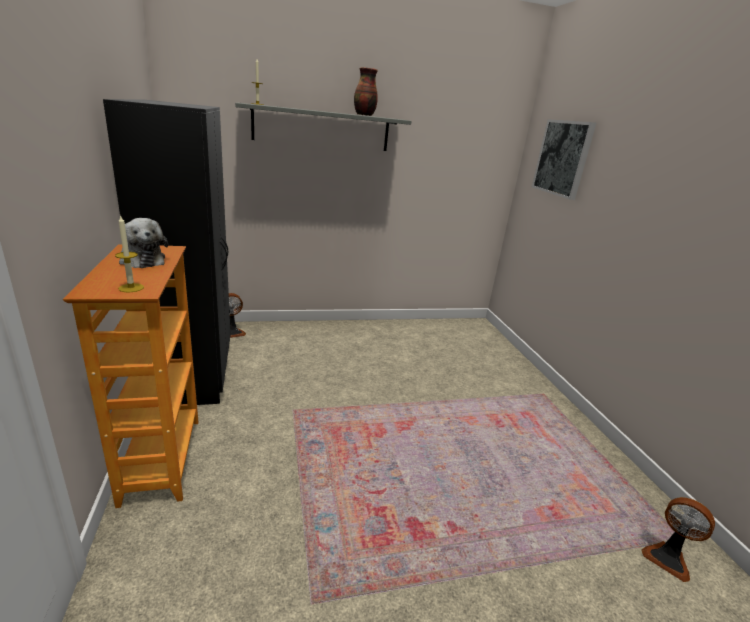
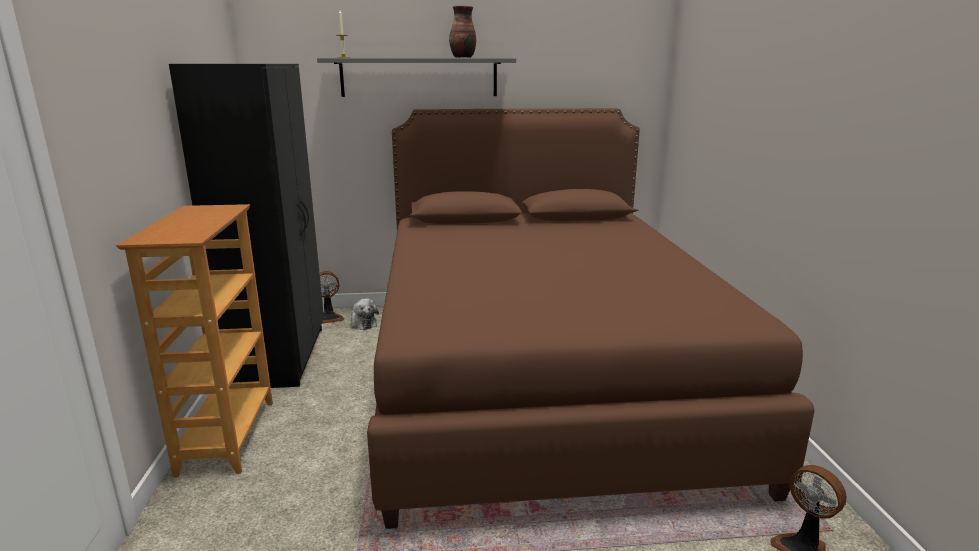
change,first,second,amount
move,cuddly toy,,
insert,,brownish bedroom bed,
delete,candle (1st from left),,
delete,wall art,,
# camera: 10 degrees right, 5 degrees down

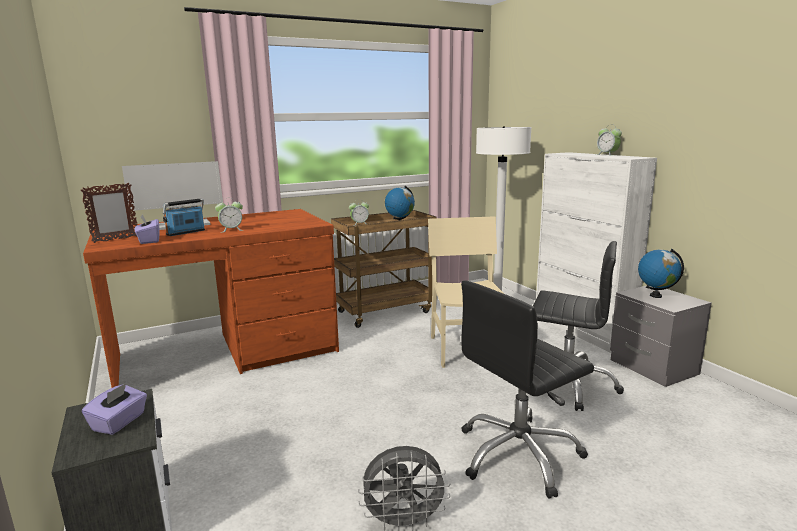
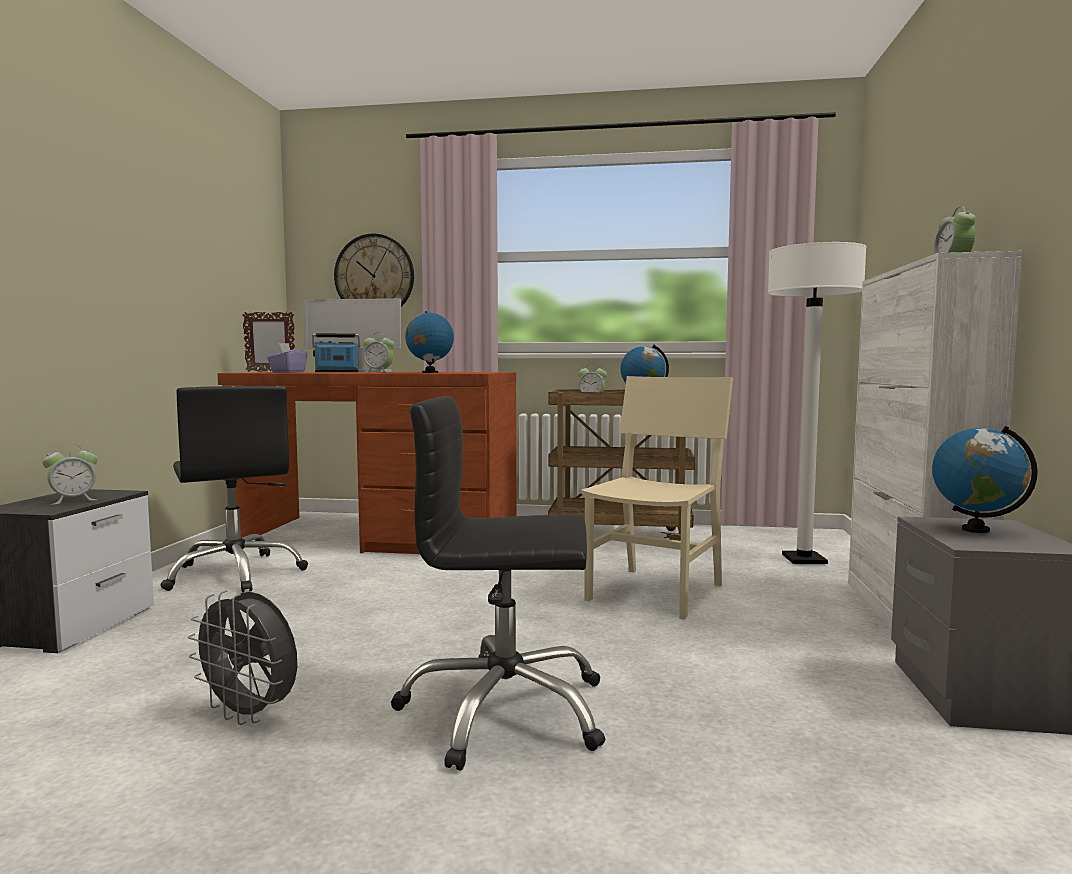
change,first,second,amount
replace,purple box of tissues (1st from left),bedside clock (1st from left),
move,black desk chair (2nd from left in the first image),black desk chair (1st from left),
insert,,wall clock,
insert,,desk globe (1st from left),
# camera: 35 degrees right, 10 degrees down

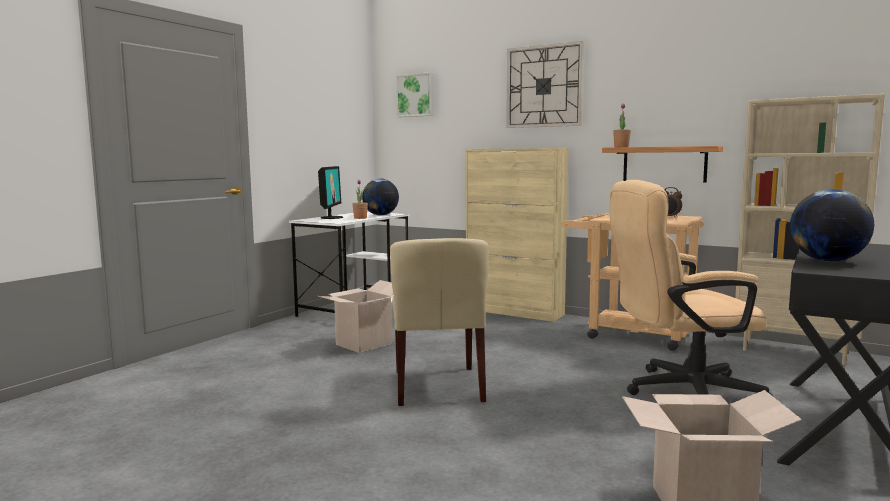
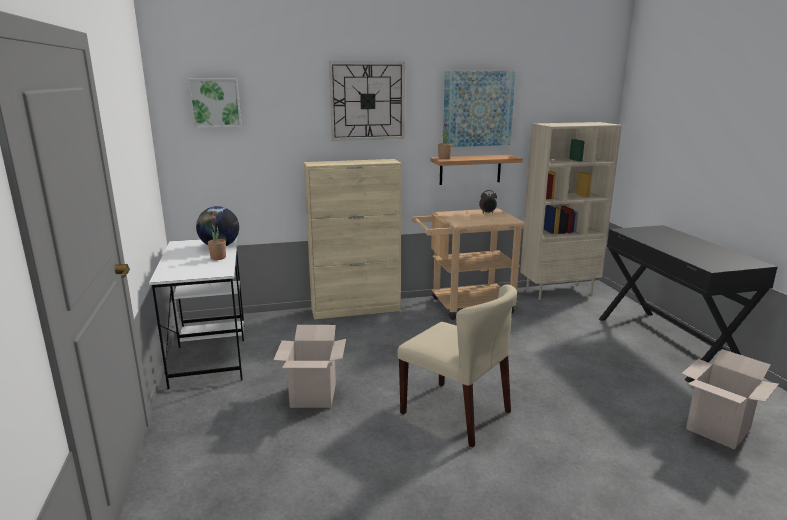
change,first,second,amount
insert,,wall art (2nd from left),
delete,monitor,,
delete,beige-coloured desk chair,,
delete,desk globe (2nd from left),,
# camera: 45 degrees left, 10 degrees up

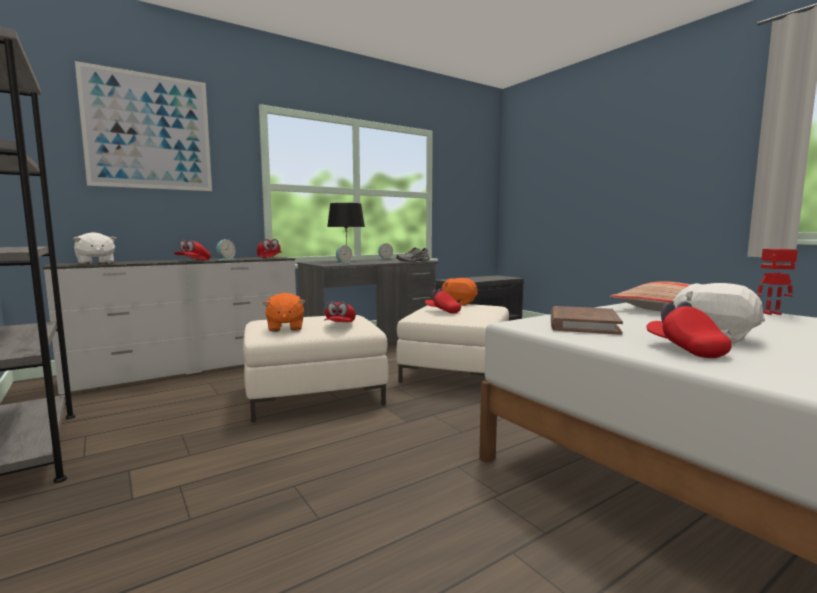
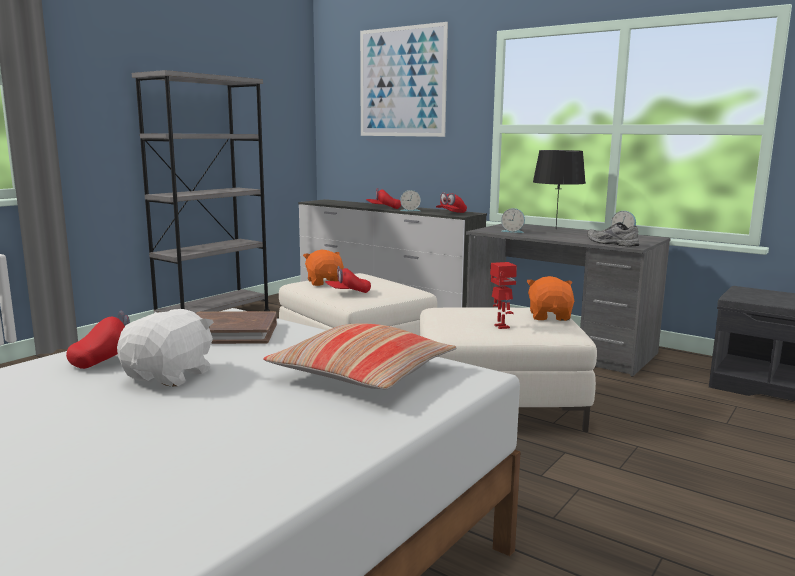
change,first,second,amount
rotate,orangey cuddly toy (1st from left),,105 degrees clockwise
move,robot figure,,
delete,white cuddly toy (1st from left),,
delete,reddish cap (4th from left),,
# camera: 70 degrees right, 5 degrees up

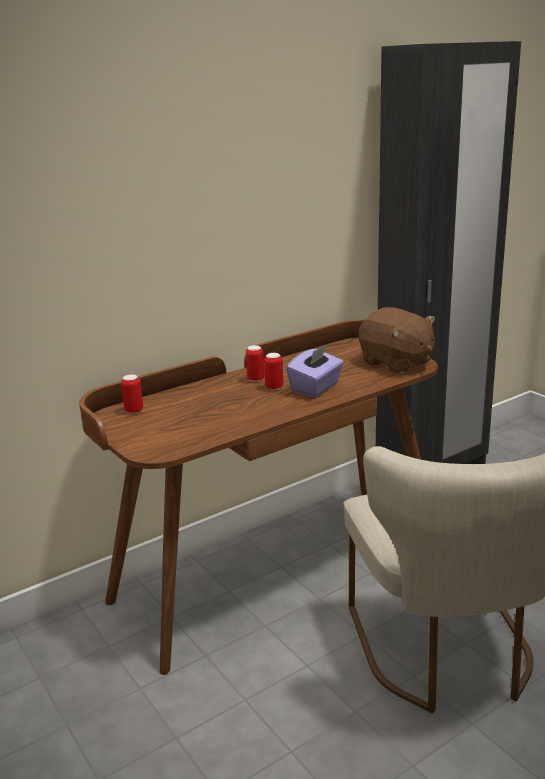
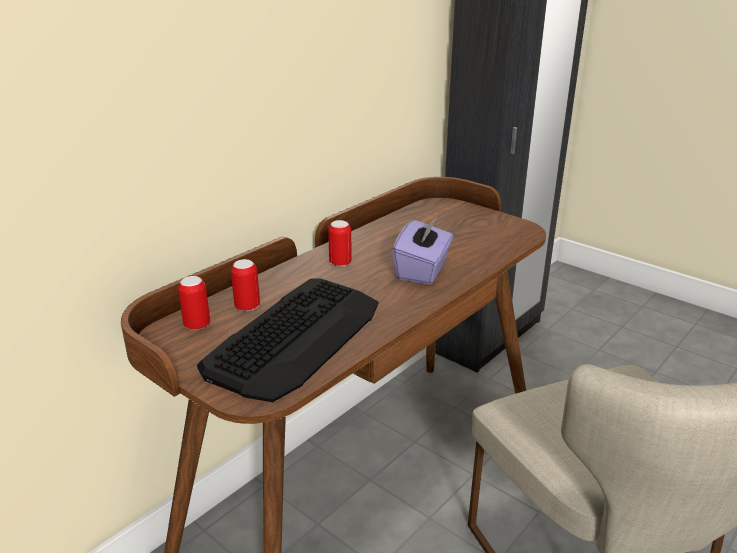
change,first,second,amount
insert,,keyboard,
move,can (3rd from left in the first image),can (2nd from left),
delete,brownish cuddly toy,,
# camera: 15 degrees left, 5 degrees up

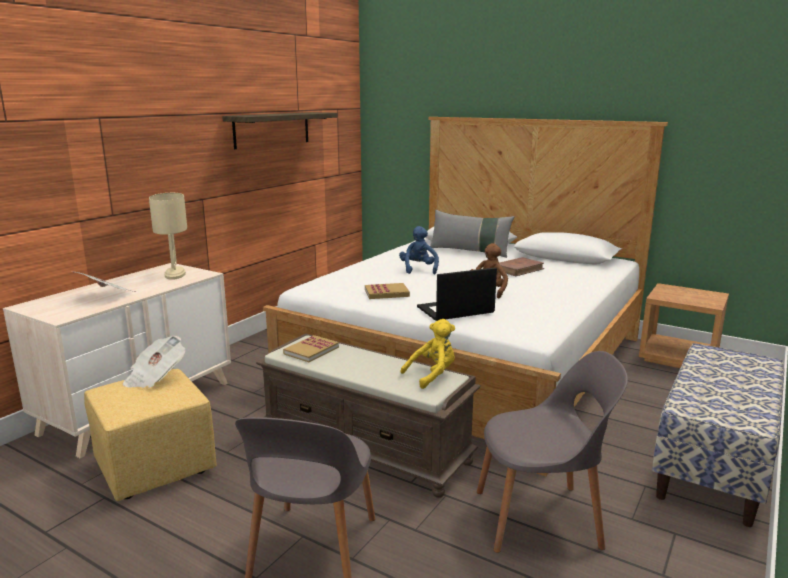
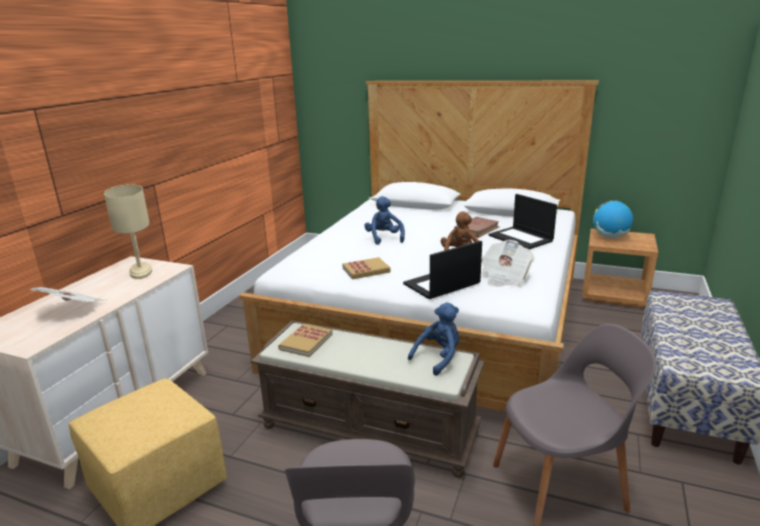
change,first,second,amount
recolor,yellow-coloured cuddly toy,blue-coloured cuddly toy (2nd from left),
move,daily paper (2nd from left),,
insert,,notebook computer (2nd from left),
insert,,desk globe,
delete,bracket shelf,,
delete,greyish throw pillow,,
# camera: 10 degrees left, 5 degrees up

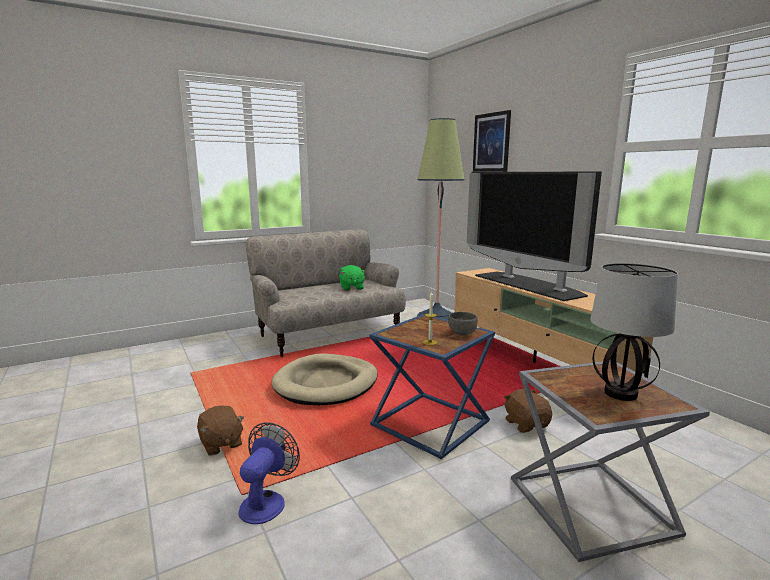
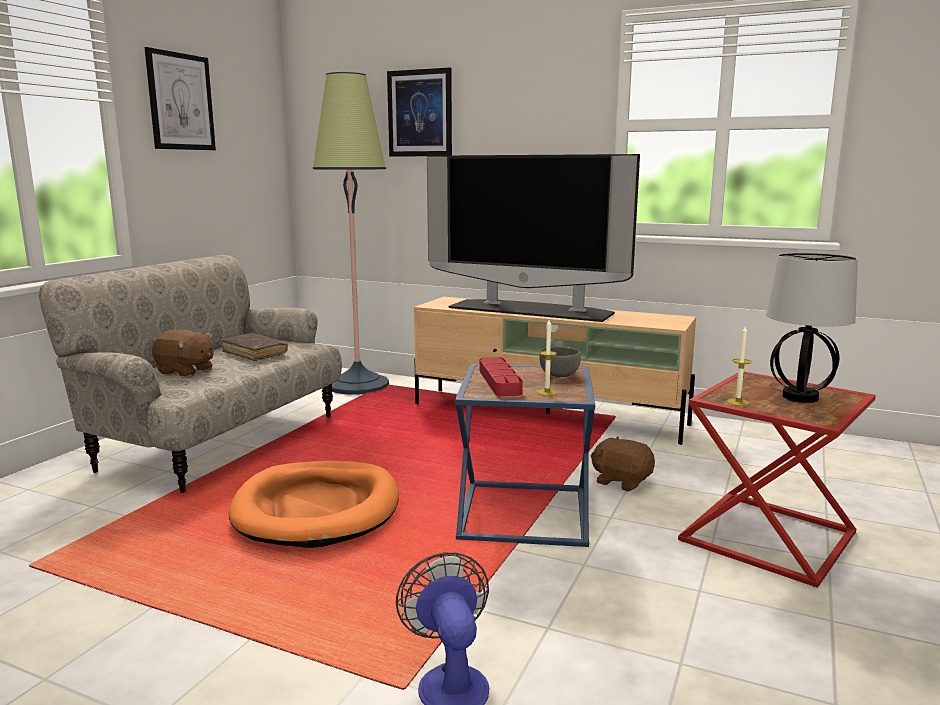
change,first,second,amount
insert,,wall art (1st from left),
move,brownish cuddly toy (1st from left),,
replace,green cuddly toy,brownish book,
recolor,beige-coloured dog cushion,orangey dog cushion,
insert,,reddish serving tray,
recolor,greyish side table,reddish side table,
insert,,candle (2nd from left),
# camera: 35 degrees left, 0 degrees up

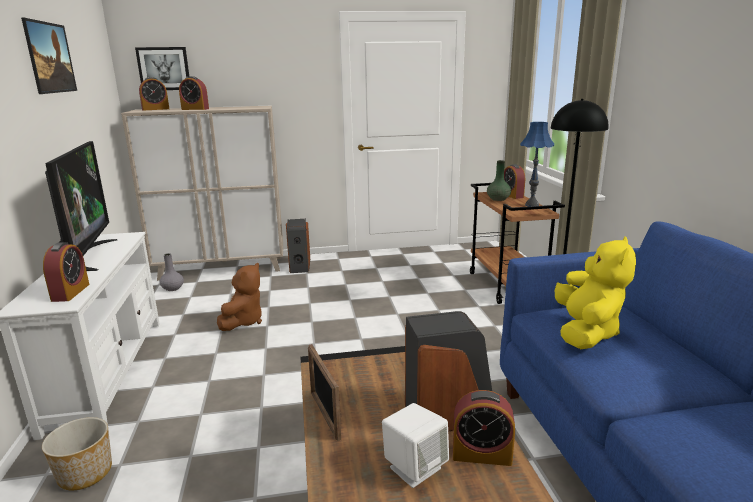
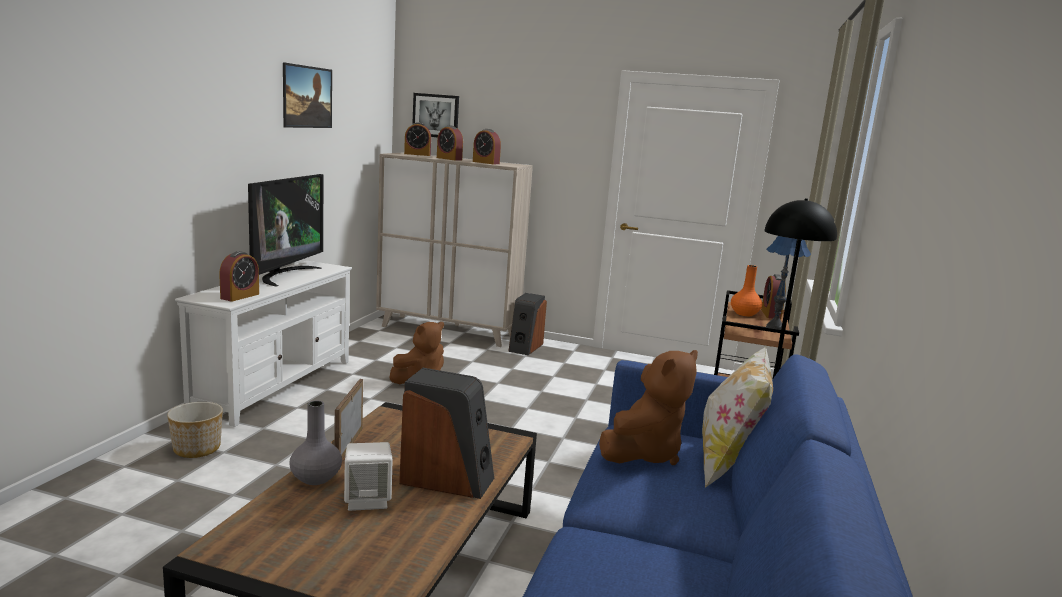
change,first,second,amount
move,greyish decorative vase,,
move,bedside clock (4th from left),,
recolor,yellow-coloured cuddly toy,brownish cuddly toy (2nd from left),
insert,,throw pillow,
recolor,green decorative vase,orangey decorative vase,
# camera: 25 degrees right, 5 degrees down

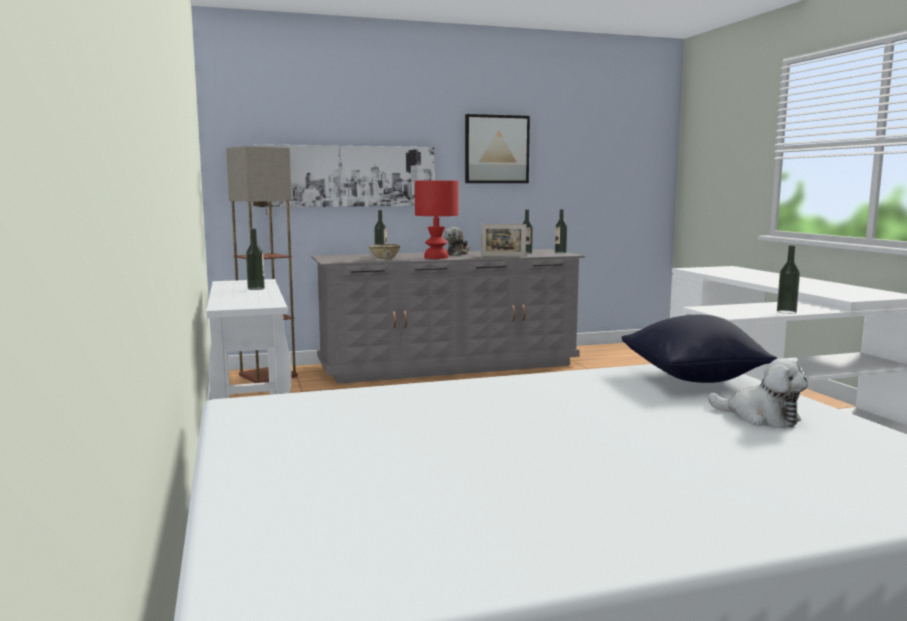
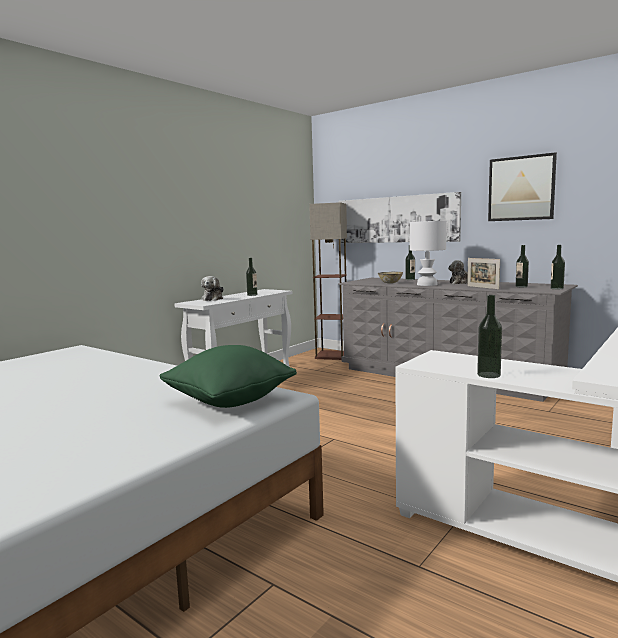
change,first,second,amount
recolor,black throw pillow,green throw pillow,
move,cuddly toy (2nd from left in the first image),cuddly toy (1st from left),
recolor,reddish lamp for a table,white lamp for a table,
# camera: 55 degrees right, 0 degrees up

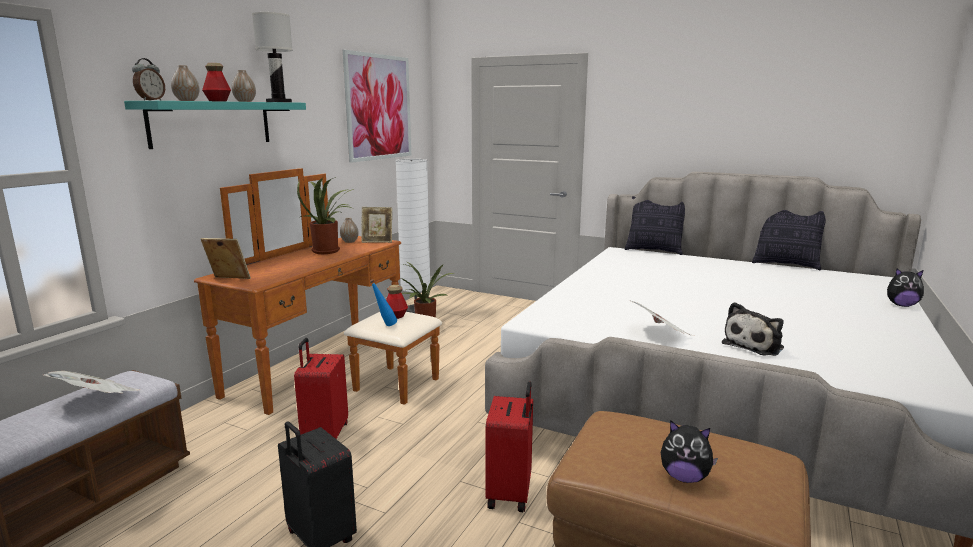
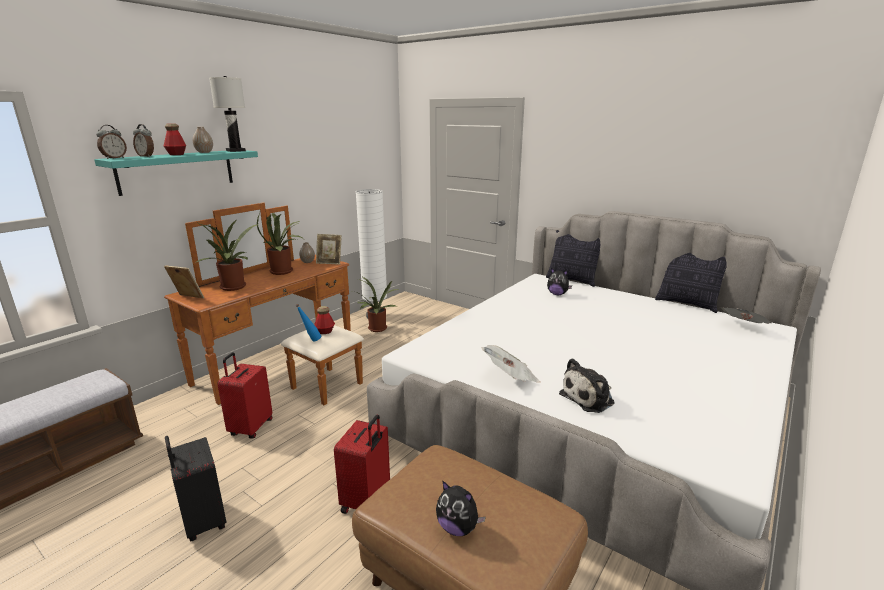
change,first,second,amount
replace,decorative vase (1st from left),bedside clock (2nd from left),
insert,,plant in a pot (1st from left),
move,cuddly toy (3rd from left in the first image),cuddly toy (2nd from left),
move,daily paper (1st from left in the first image),daily paper (2nd from left),
delete,wall art,,
# camera: 10 degrees right, 5 degrees up

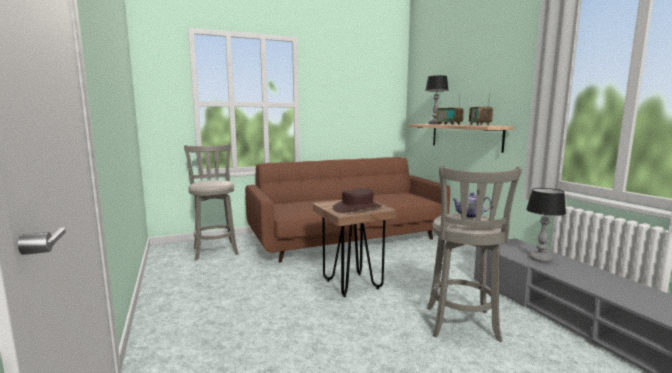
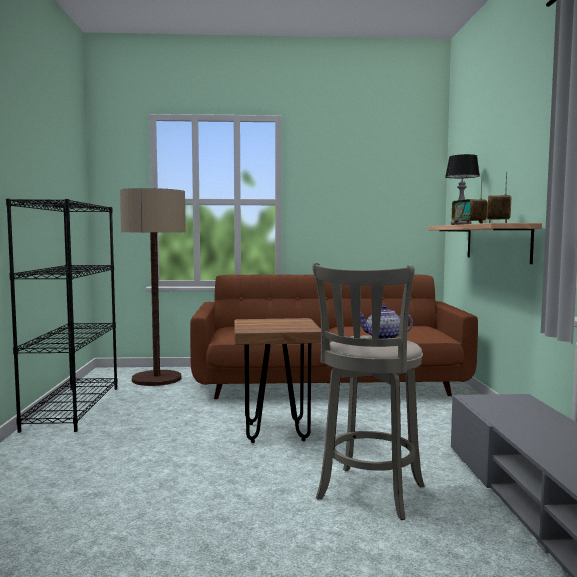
change,first,second,amount
insert,,black bookcase,
replace,greyish stool (1st from left),floor lamp,
delete,brownish clothing hat,,
delete,lamp for a table (2nd from left),,
# camera: 20 degrees right, 5 degrees down

